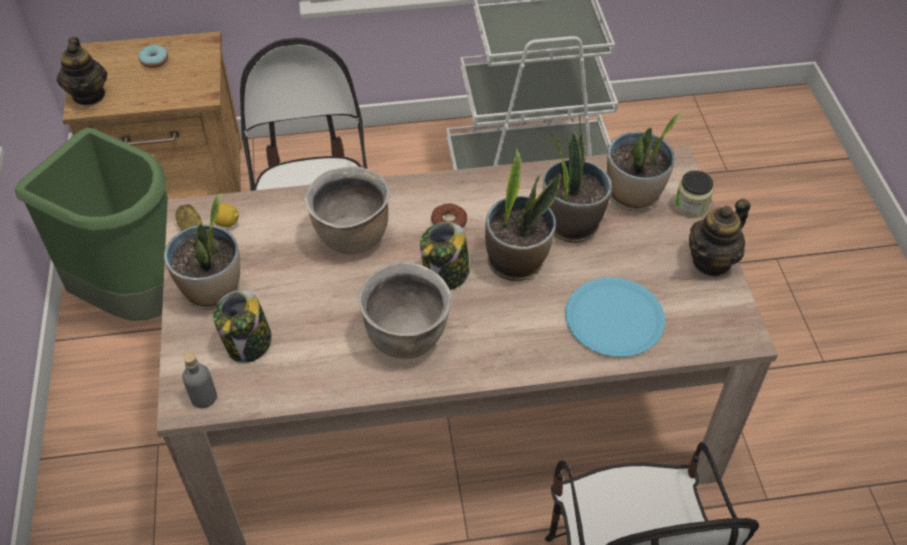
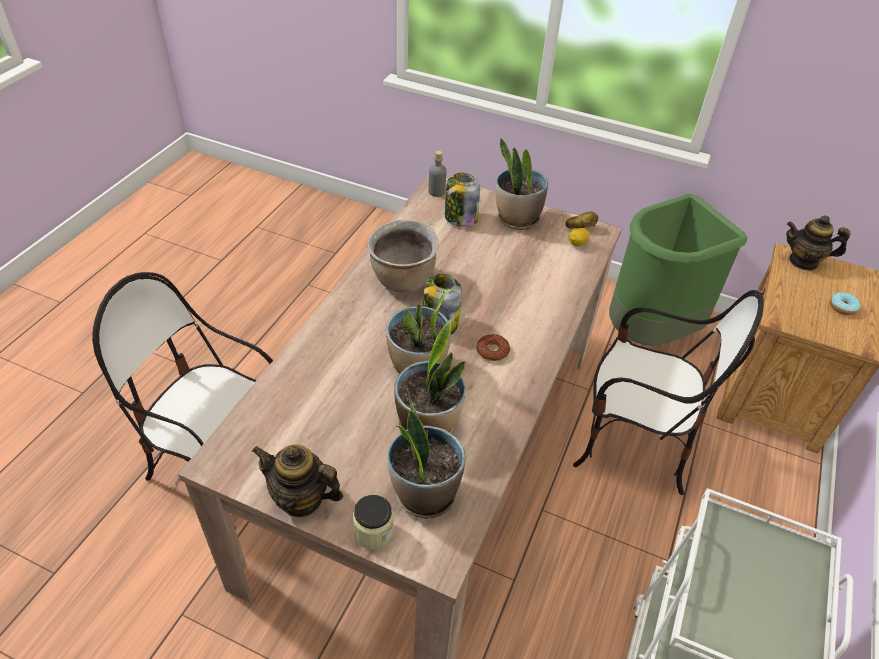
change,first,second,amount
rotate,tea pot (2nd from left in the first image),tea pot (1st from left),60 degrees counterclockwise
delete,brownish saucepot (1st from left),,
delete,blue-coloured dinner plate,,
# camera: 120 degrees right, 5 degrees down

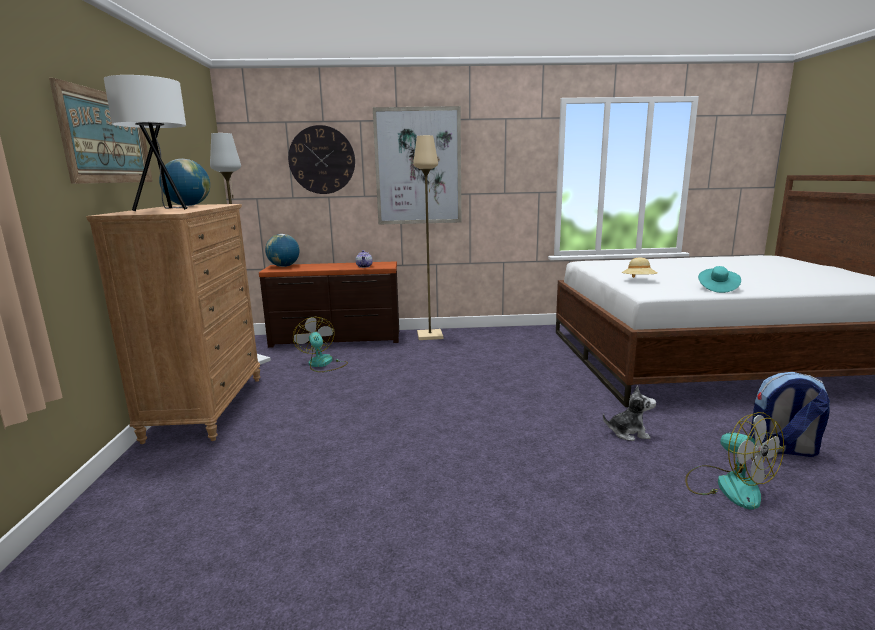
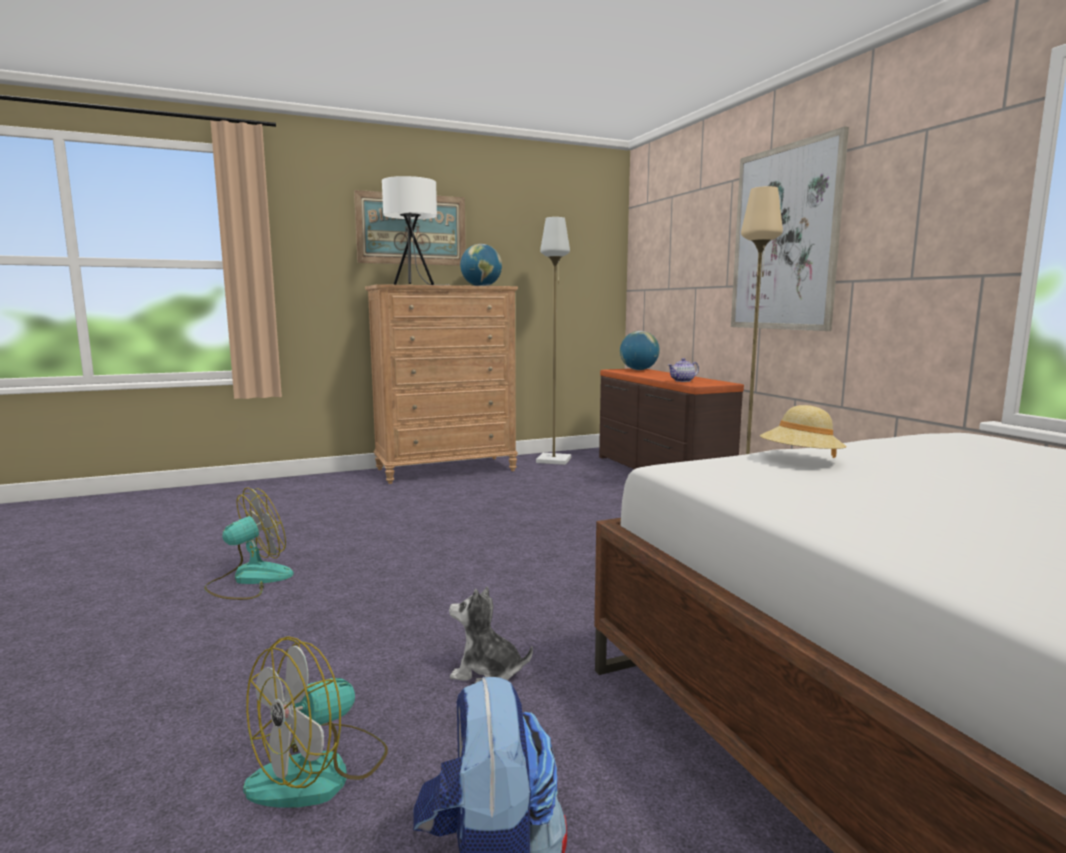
change,first,second,amount
move,cooling fan (1st from left),,
rotate,cuddly toy,,120 degrees clockwise
delete,wall clock,,
delete,blue-green clothing hat,,
# camera: 70 degrees right, 5 degrees down

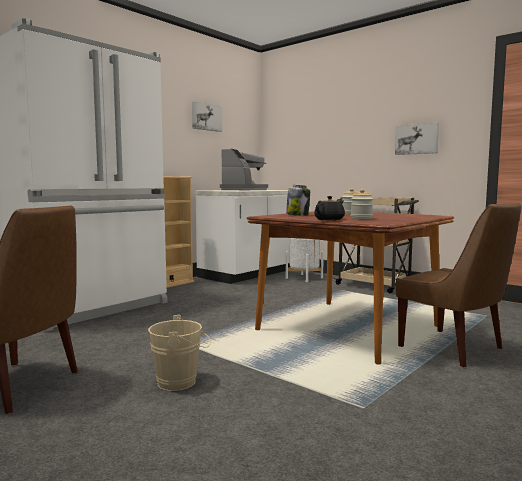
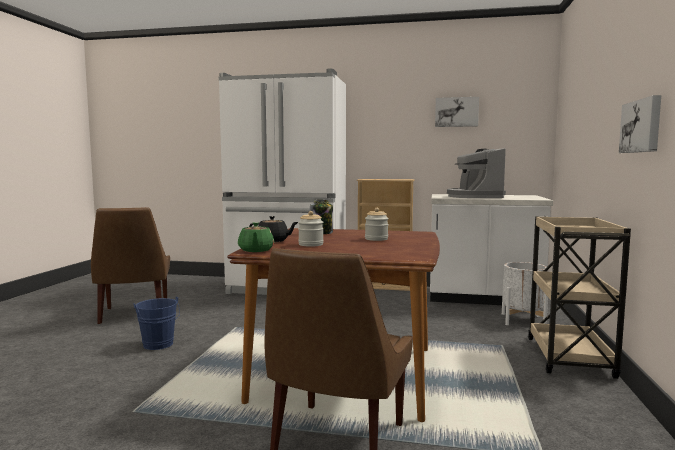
change,first,second,amount
recolor,beige-coloured pail,blue-coloured pail,
insert,,green tea pot,
rotate,coffee brewer,,105 degrees clockwise
# camera: 60 degrees right, 0 degrees up

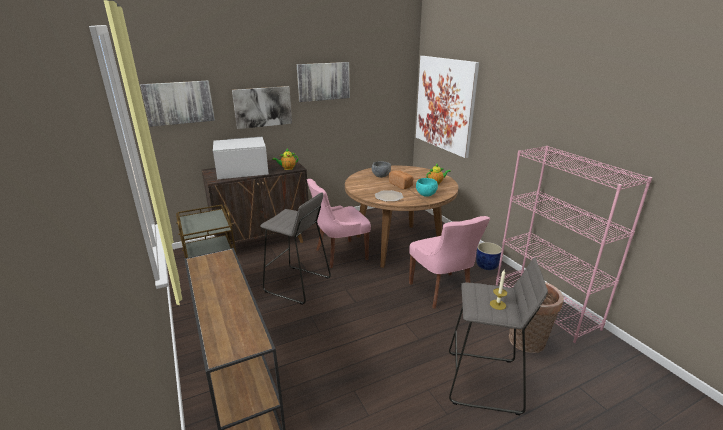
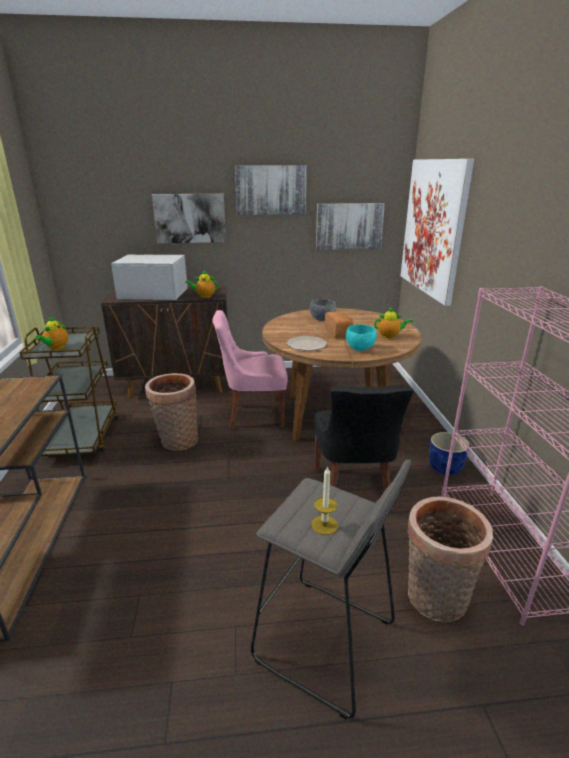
change,first,second,amount
insert,,tea pot (1st from left),
replace,greyish stool (1st from left),basket (1st from left),
recolor,pink plain chair (2nd from left),black plain chair,
move,wall art (1st from left in the first image),wall art (3rd from left),
# camera: 20 degrees right, 0 degrees up

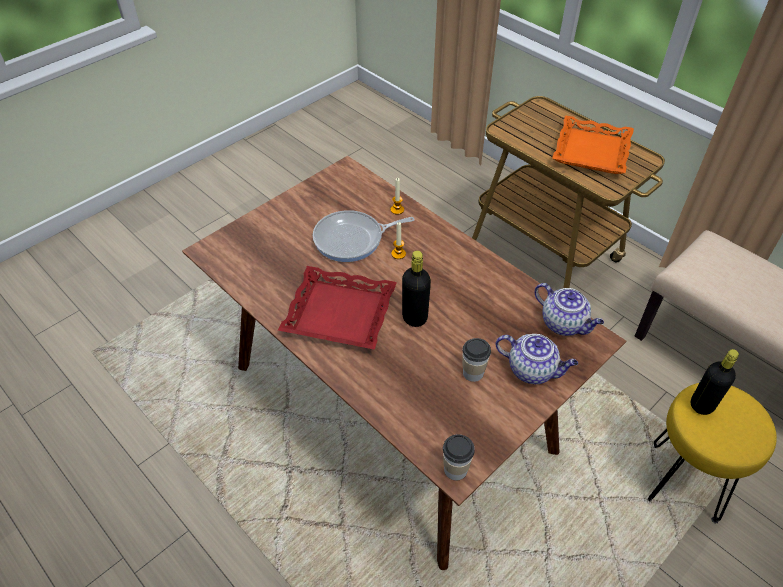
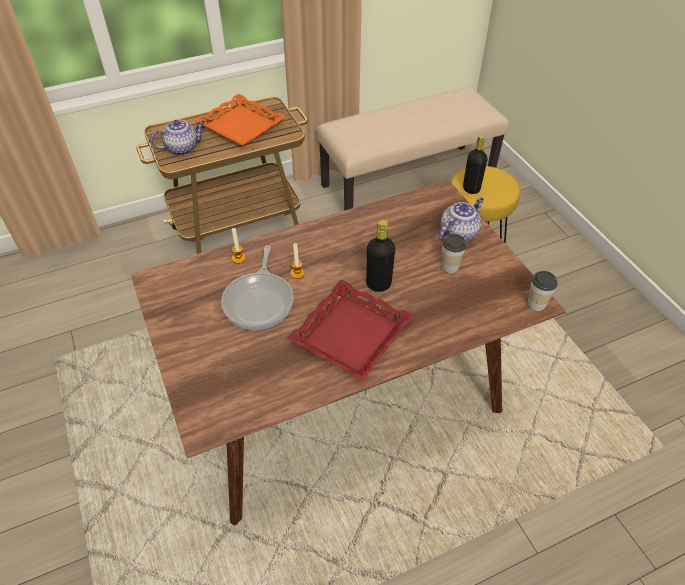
change,first,second,amount
move,tea pot (2nd from left in the first image),tea pot (1st from left),
# camera: 70 degrees left, 0 degrees up

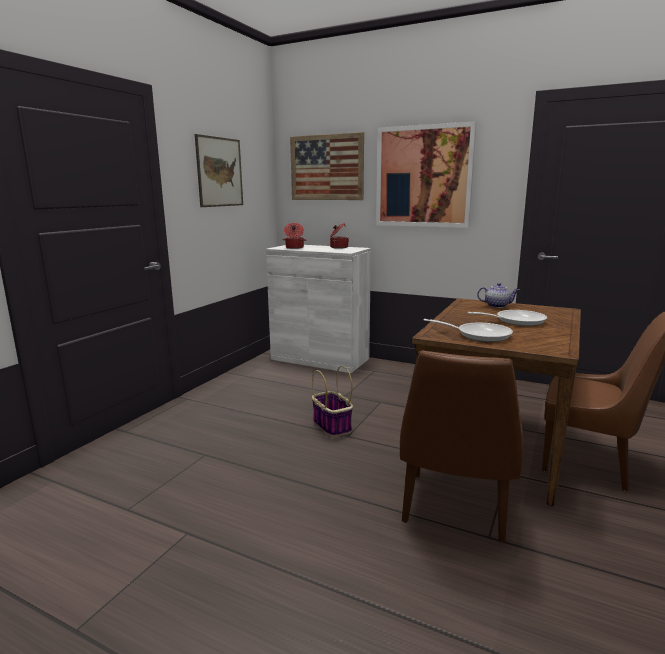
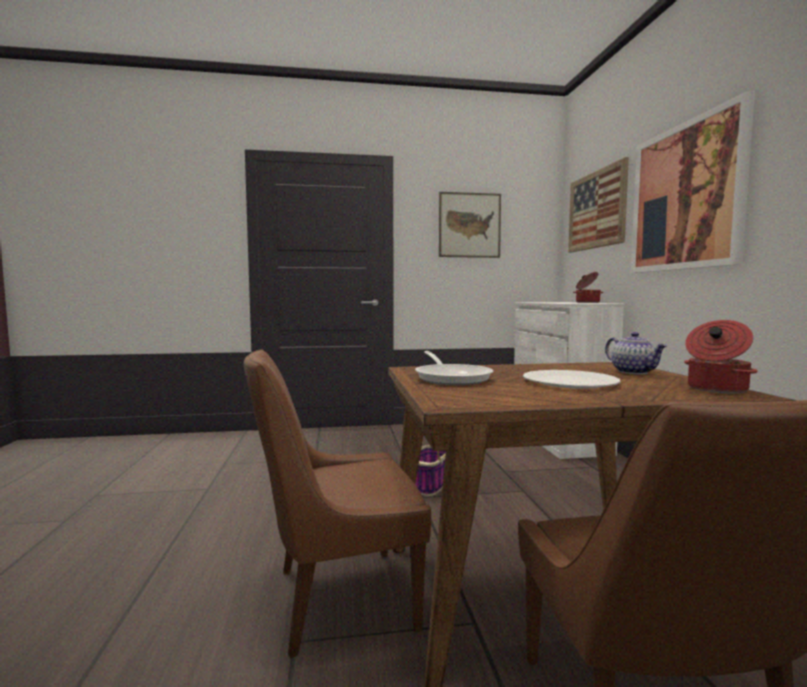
change,first,second,amount
replace,frying pan (2nd from left),white dinner plate,
move,saucepot (1st from left in the first image),saucepot (2nd from left),
# camera: 55 degrees right, 10 degrees down

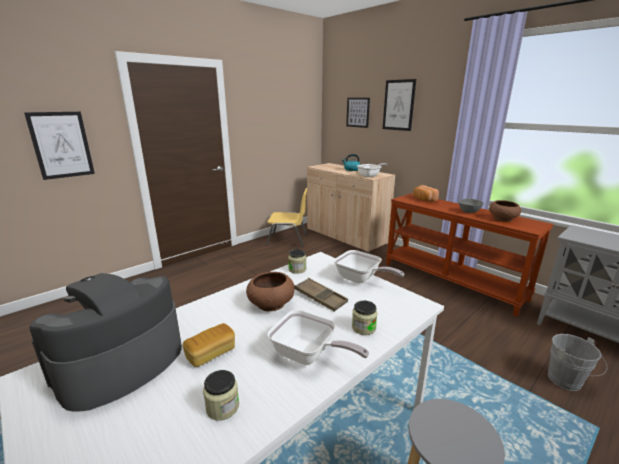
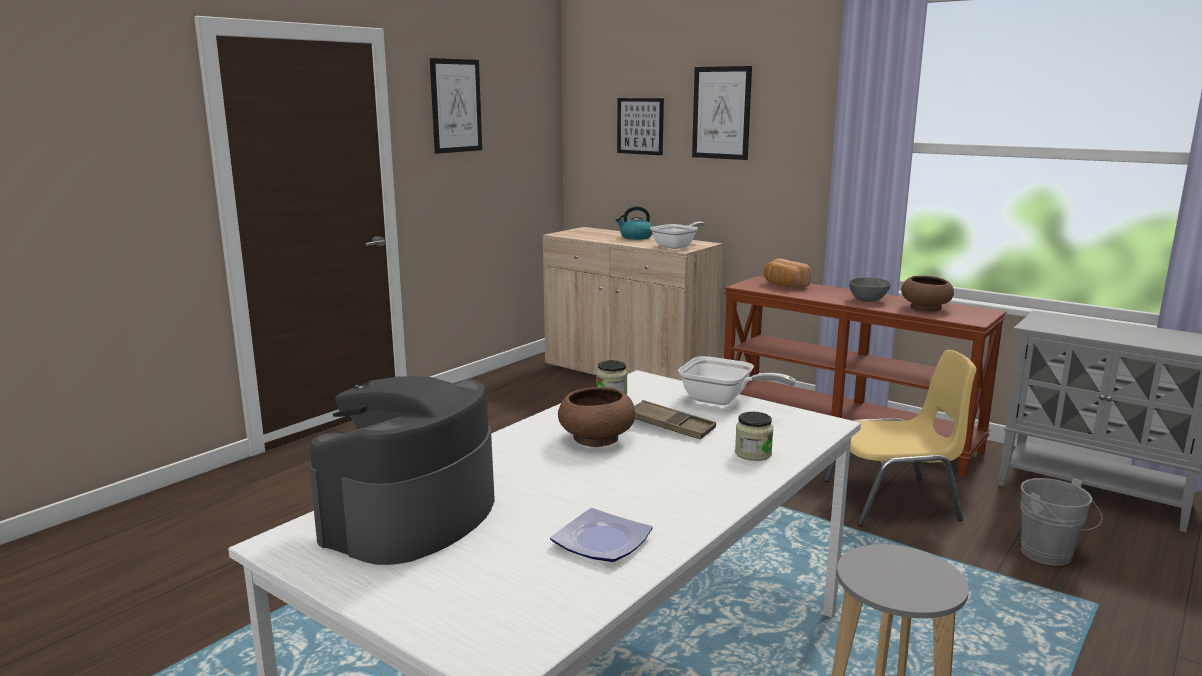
change,first,second,amount
move,wall art (1st from left),,
replace,preserve jar (1st from left),dinner plate,
move,yellow-coloured plain chair,,
delete,baked bread (1st from left),,
delete,frying pan (1st from left),,
# camera: 10 degrees left, 5 degrees down

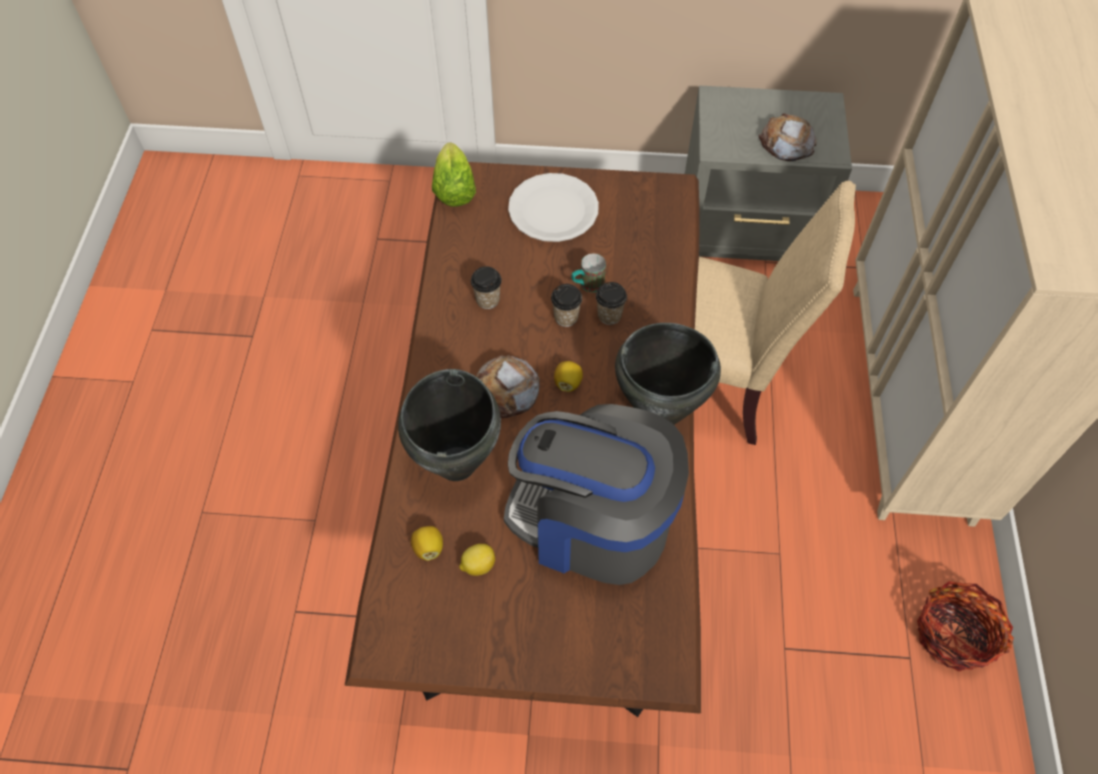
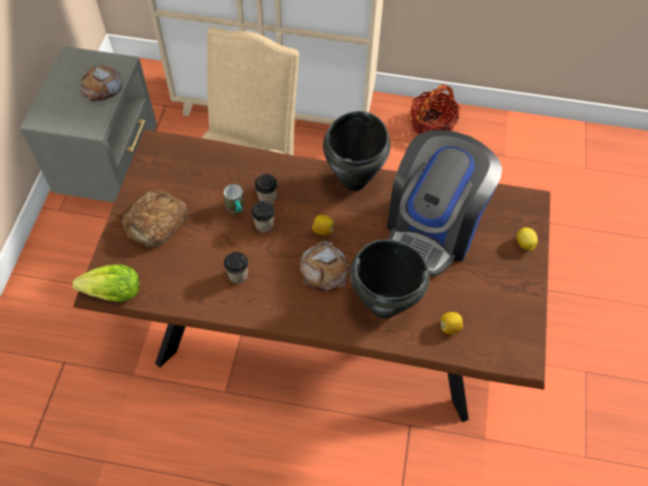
change,first,second,amount
replace,white dinner plate,baked bread (2nd from left),
move,lemon (2nd from left in the first image),lemon (3rd from left),
# camera: 85 degrees left, 0 degrees up

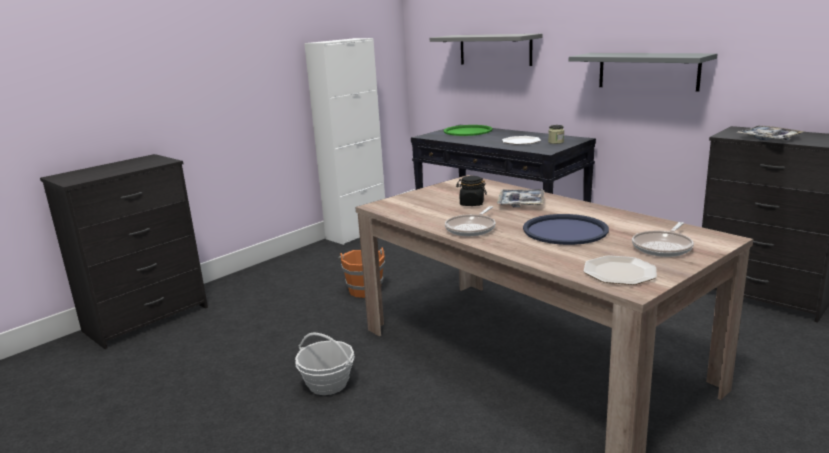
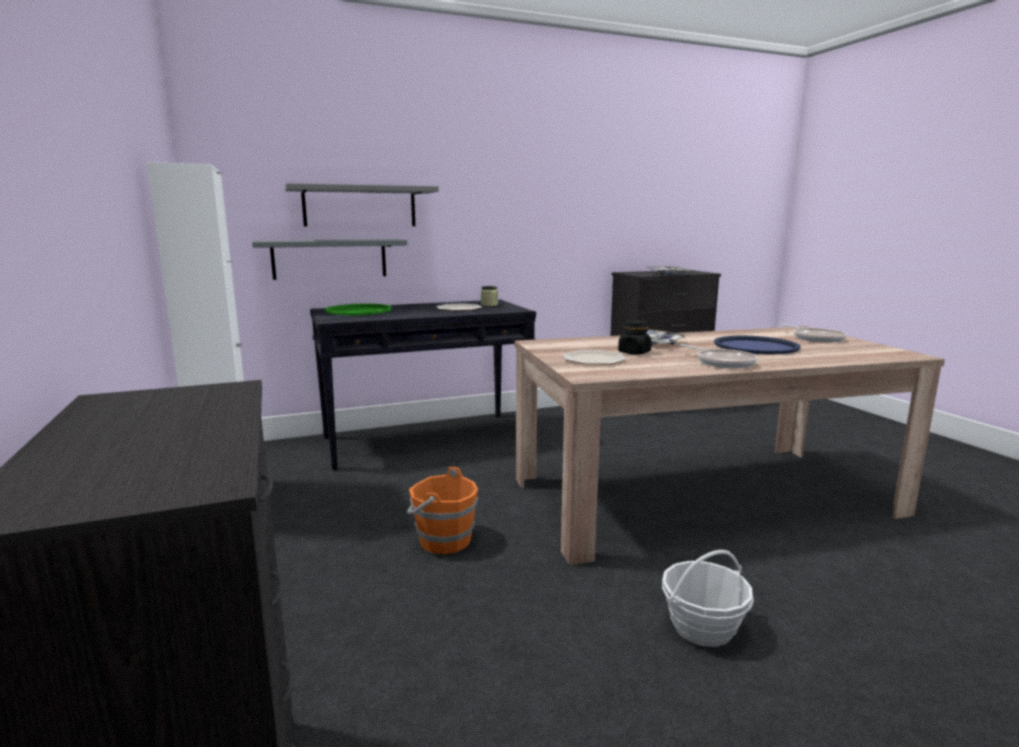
change,first,second,amount
move,greyish bracket shelf (2nd from left in the first image),greyish bracket shelf (1st from left),
move,dinner plate (2nd from left),,
# camera: 65 degrees left, 5 degrees down

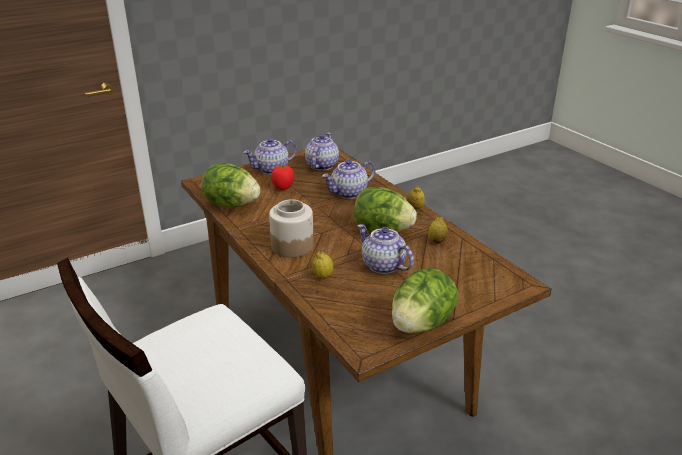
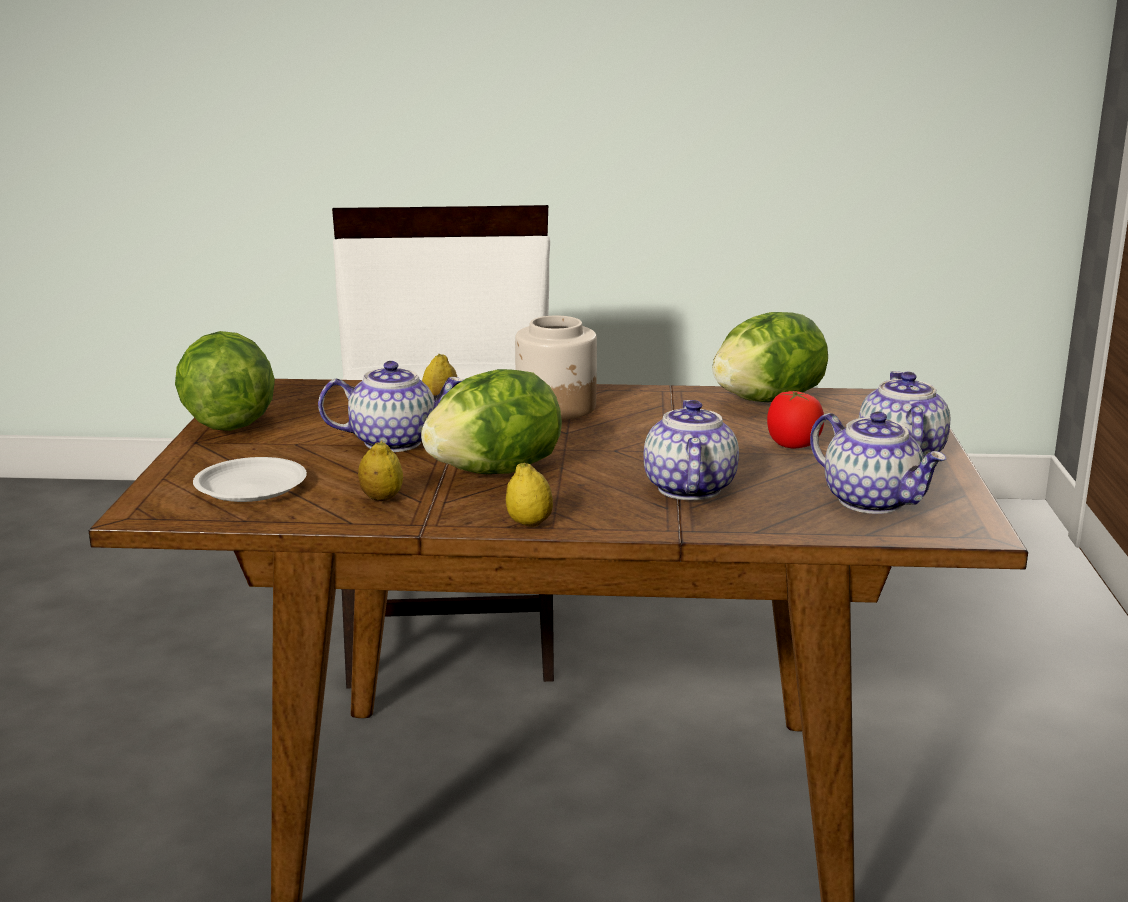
change,first,second,amount
insert,,white dinner plate,
# camera: 125 degrees right, 10 degrees down

